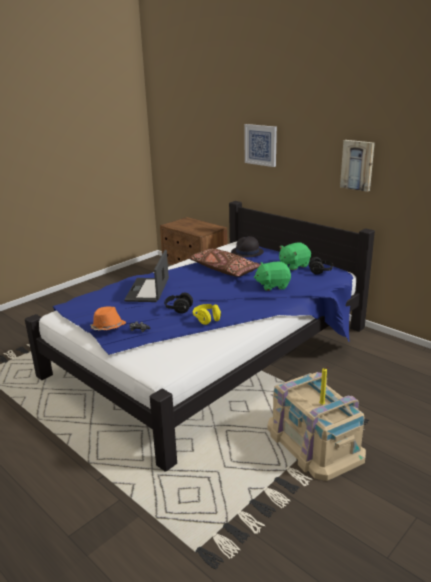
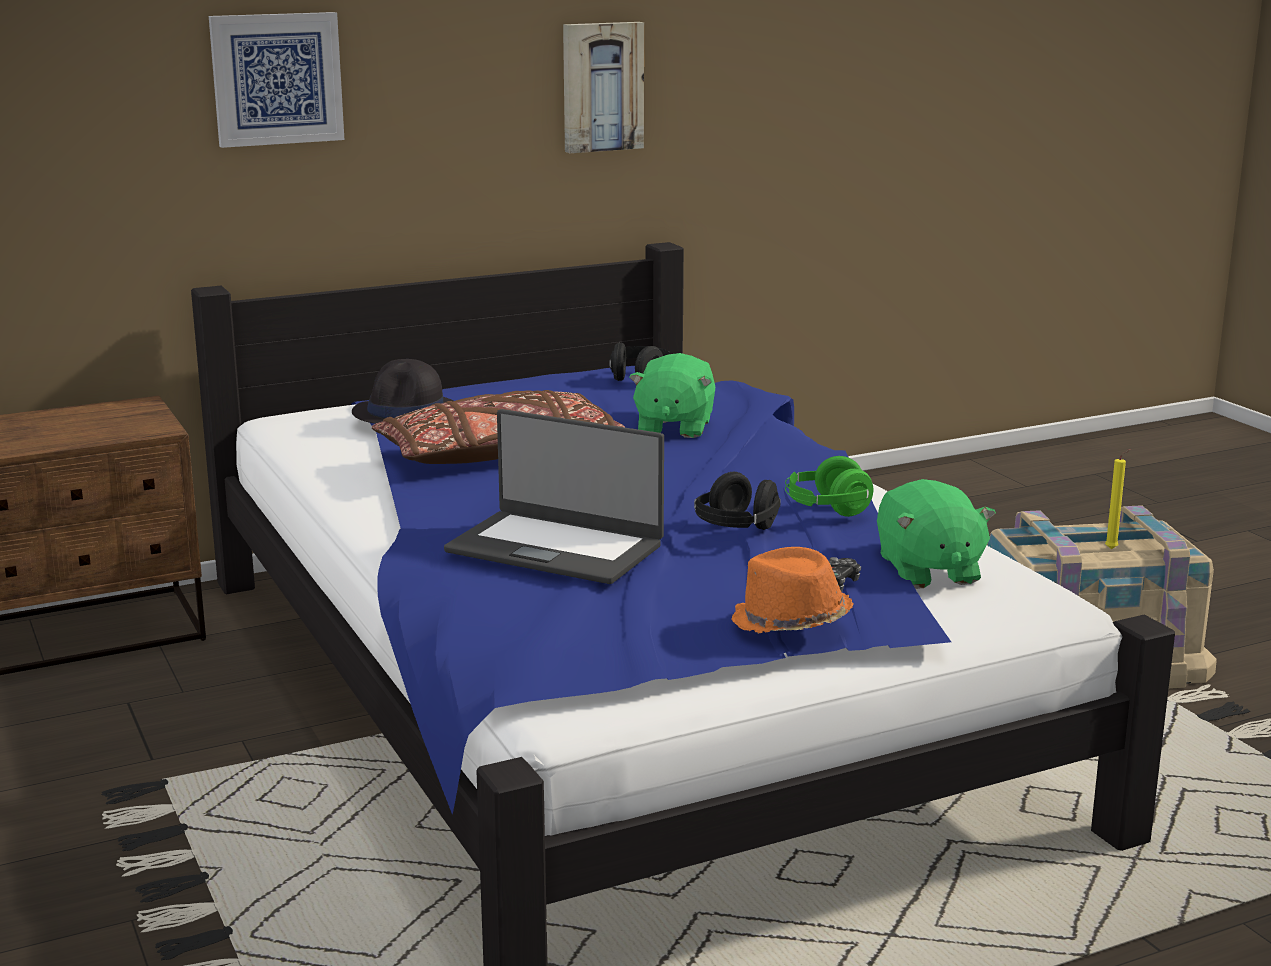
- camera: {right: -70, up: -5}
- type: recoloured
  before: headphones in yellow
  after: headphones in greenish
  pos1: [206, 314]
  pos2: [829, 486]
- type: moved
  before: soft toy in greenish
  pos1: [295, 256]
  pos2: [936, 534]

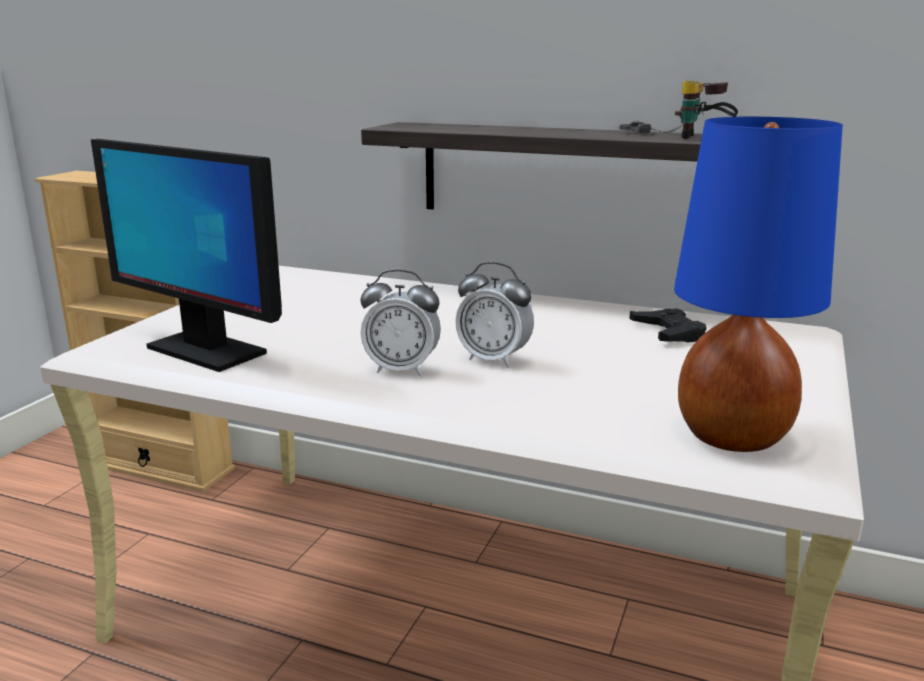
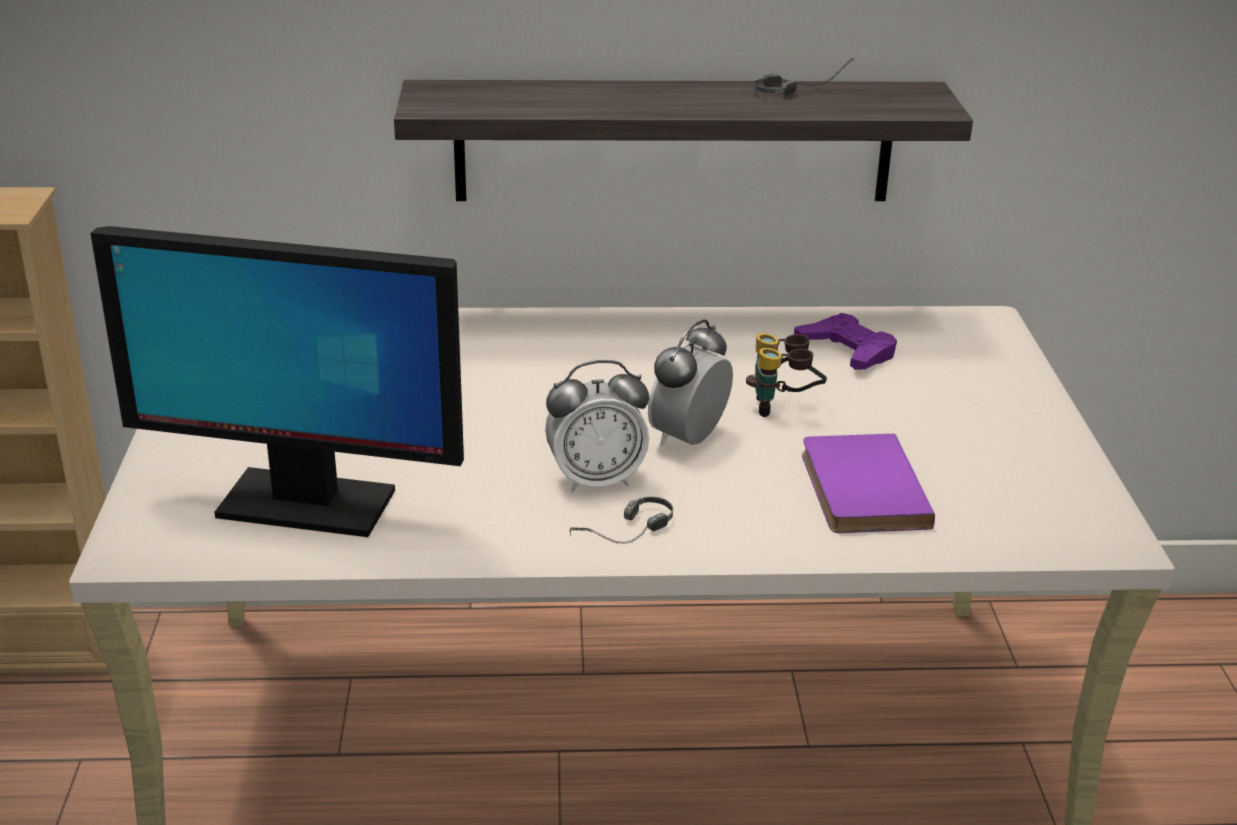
- camera: {right: -25, up: 10}
- type: turned
  before: bedside clock
  pos1: [494, 314]
  pos2: [690, 382]
  turn: 120
- type: recoloured
  before: gamepad in black
  after: gamepad in purplish
  pos1: [667, 325]
  pos2: [845, 341]
- type: removed
  before: lamp for a table in blue-coloured
  pos1: [758, 284]
- type: moved
  before: binoculars
  pos1: [706, 109]
  pos2: [786, 375]
- type: added
  after: headphones
  pos2: [621, 520]
- type: added
  after: book in purplish
  pos2: [868, 483]

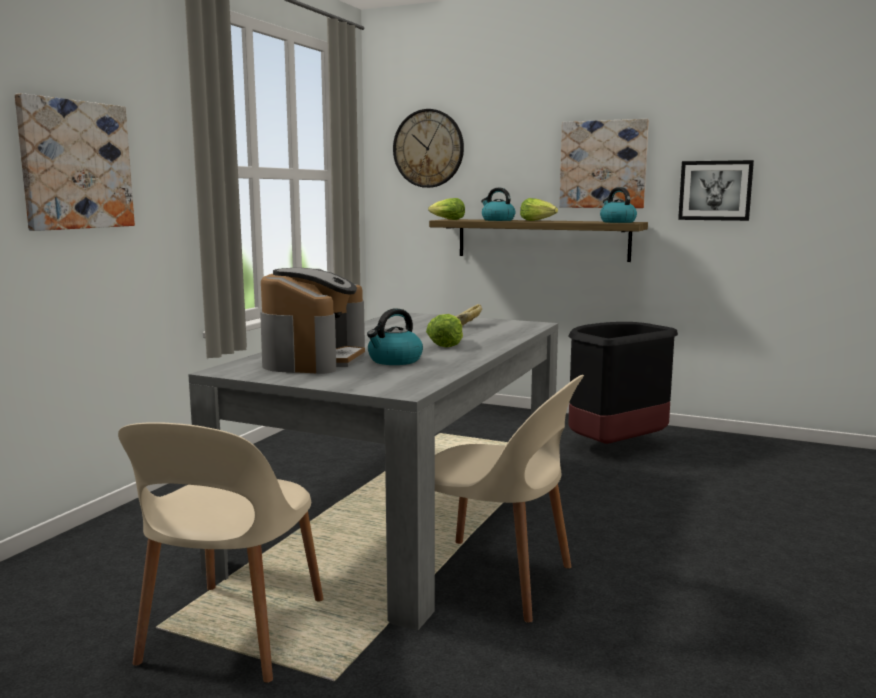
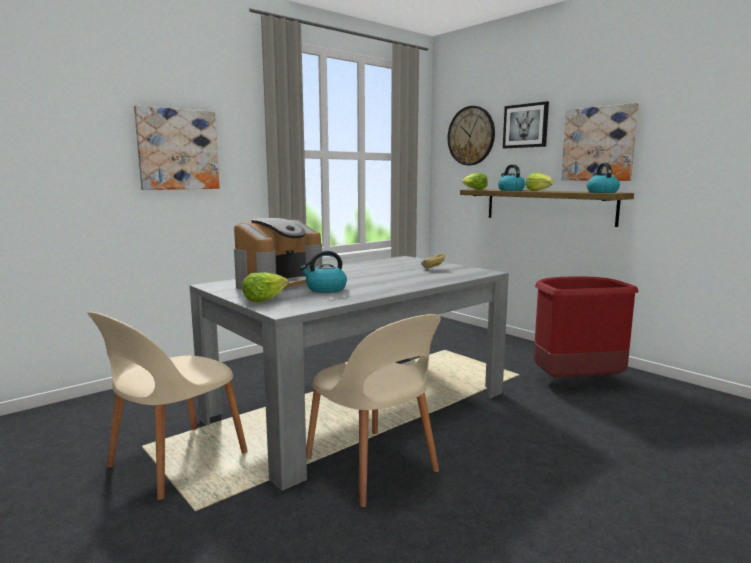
- camera: {right: 25, up: 0}
- type: moved
  before: head of lettuce
  pos1: [444, 330]
  pos2: [265, 287]
- type: recoloured
  before: rubbish bin in black
  after: rubbish bin in reddish
  pos1: [623, 383]
  pos2: [586, 327]
- type: moved
  before: wall picture
  pos1: [716, 190]
  pos2: [526, 124]

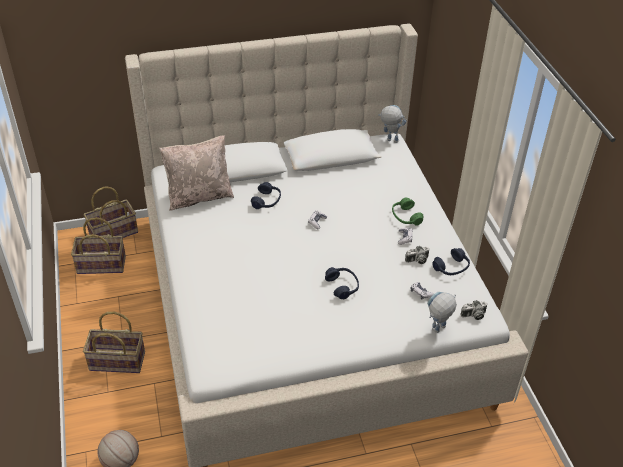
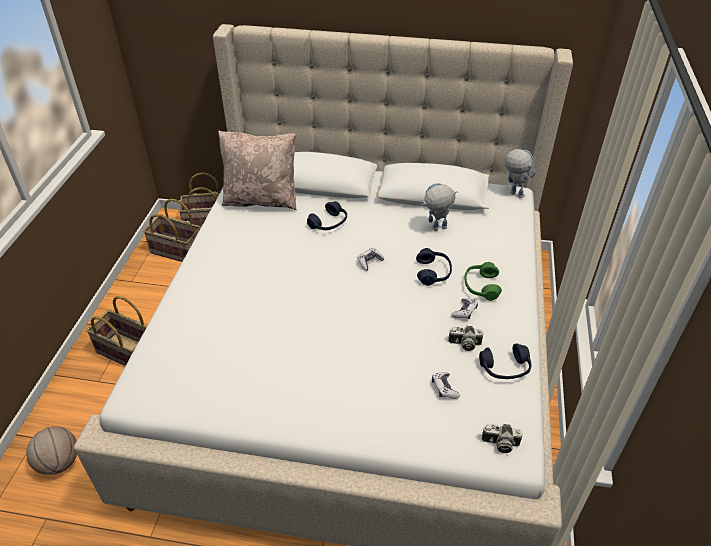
- camera: {right: 25, up: 0}
- type: moved
  before: headphones in blue-coloured
  pos1: [342, 283]
  pos2: [434, 267]
- type: moved
  before: toy robot
  pos1: [442, 312]
  pos2: [439, 207]

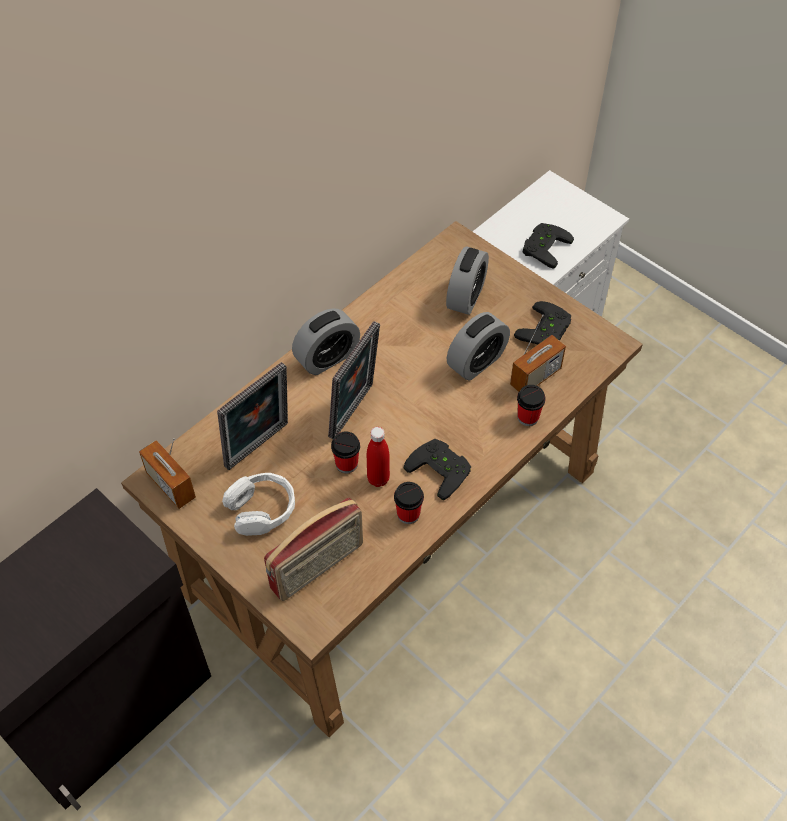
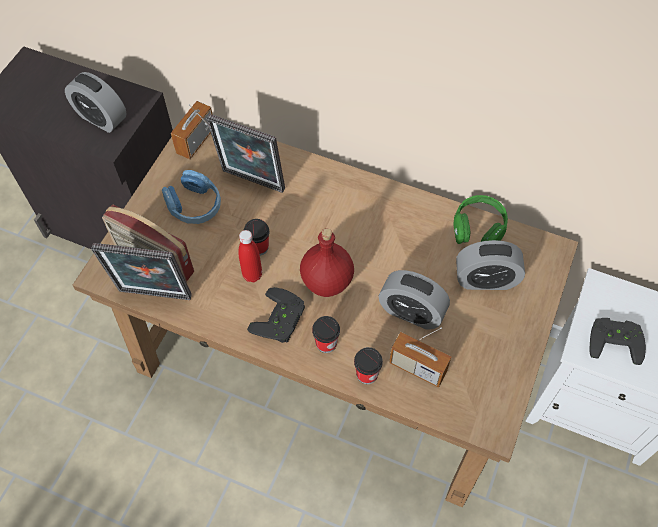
- camera: {right: 70, up: 5}
- type: recoloured
  before: headphones in white-coloured
  after: headphones in blue-coloured
  pos1: [258, 504]
  pos2: [191, 197]
- type: moved
  before: bedside clock
  pos1: [326, 341]
  pos2: [96, 102]
- type: moved
  before: photo frame
  pos1: [354, 380]
  pos2: [141, 271]
- type: moved
  before: small cup
  pos1: [409, 503]
  pos2: [326, 334]
- type: removed
  before: gamepad in black
  pos1: [542, 323]
- type: added
  after: bottle in reddish
  pos2: [327, 262]
- type: added
  after: headphones in greenish
  pos2: [480, 219]

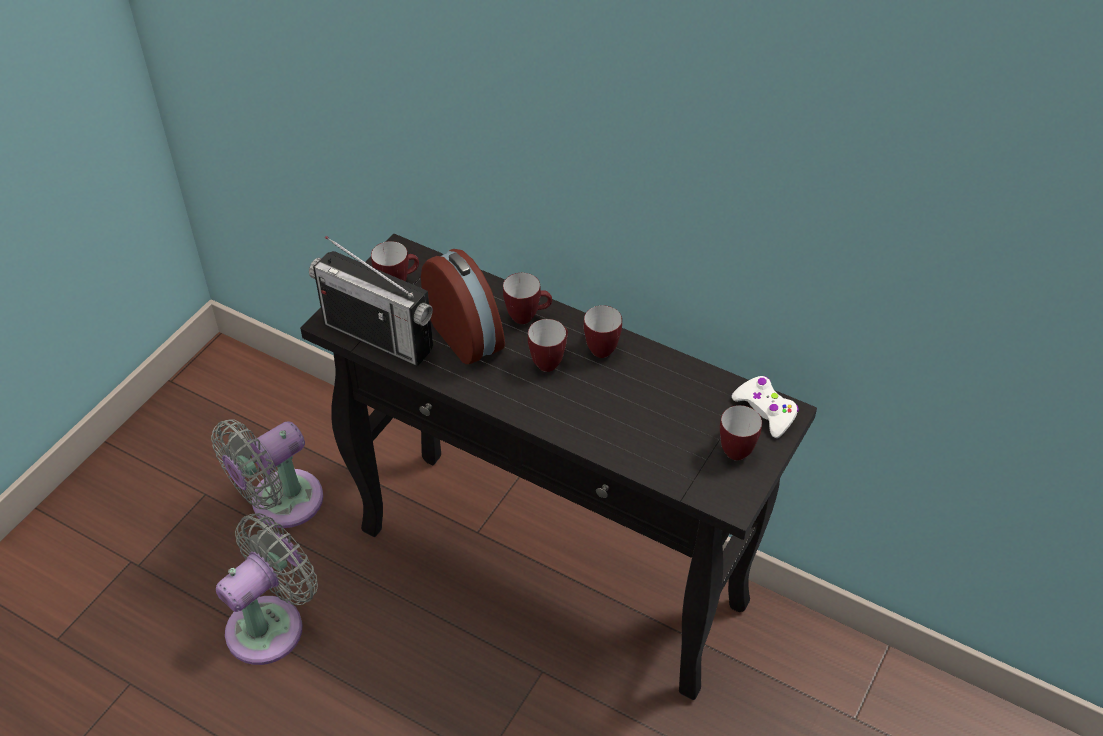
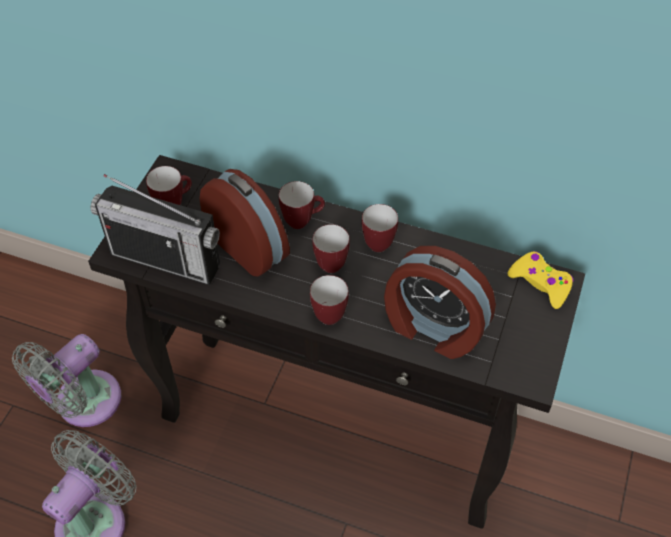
- camera: {right: -10, up: 5}
- type: moved
  before: mug
  pos1: [741, 432]
  pos2: [329, 300]
- type: recoloured
  before: gamepad in white-coloured
  after: gamepad in yellow
  pos1: [765, 407]
  pos2: [540, 280]
- type: added
  after: bedside clock
  pos2: [440, 302]

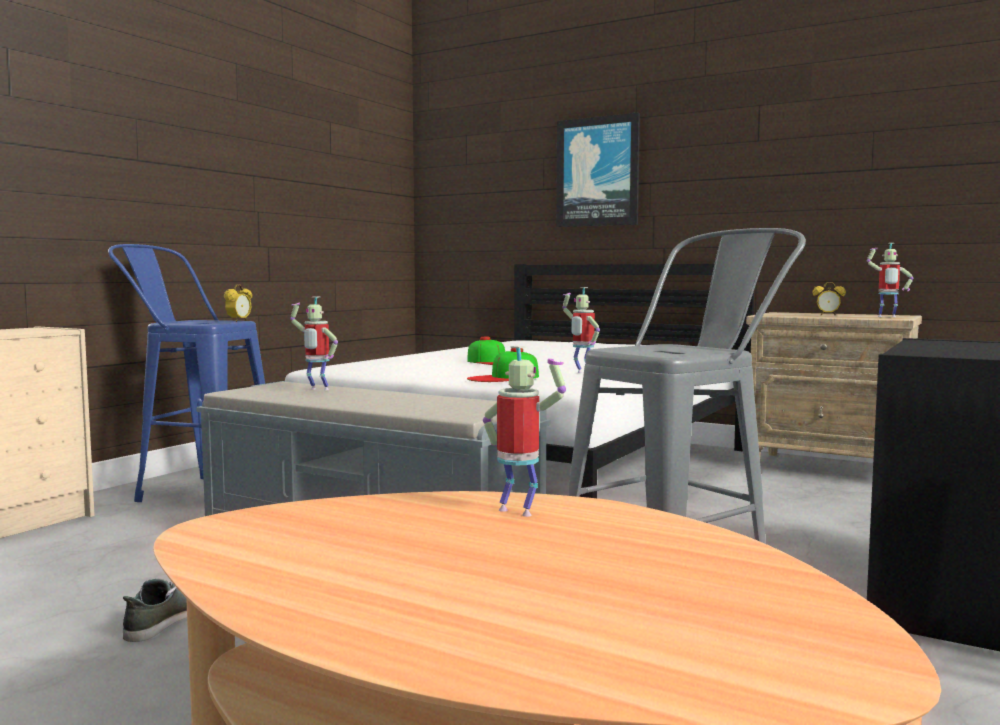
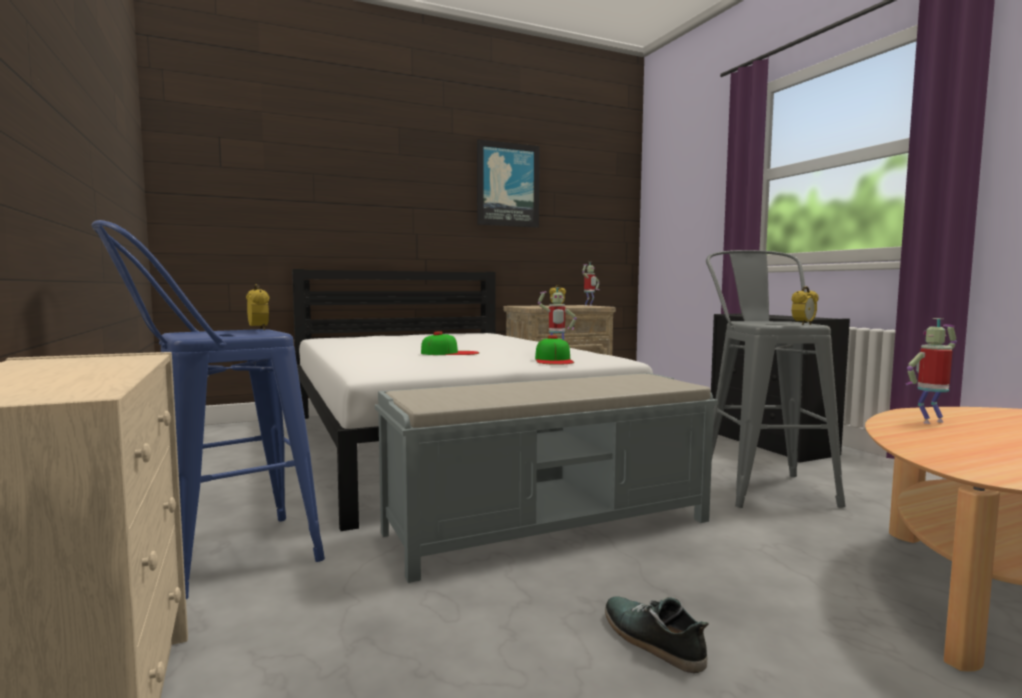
- camera: {right: -55, up: 0}
- type: removed
  before: toy robot
  pos1: [314, 343]
- type: moved
  before: wall picture
  pos1: [598, 169]
  pos2: [508, 183]
- type: added
  after: bedside clock
  pos2: [804, 305]

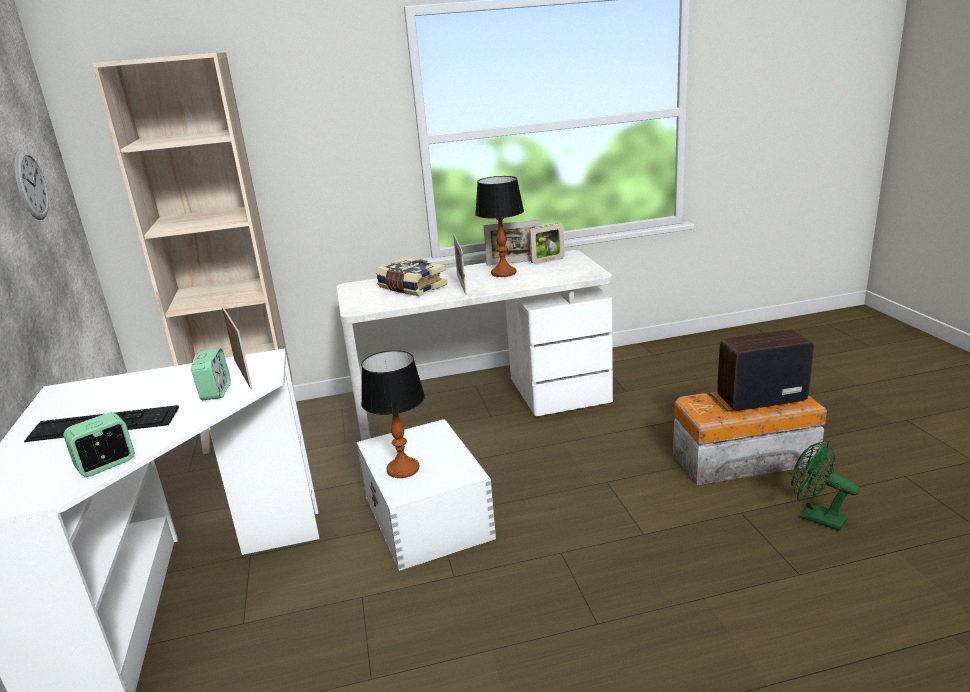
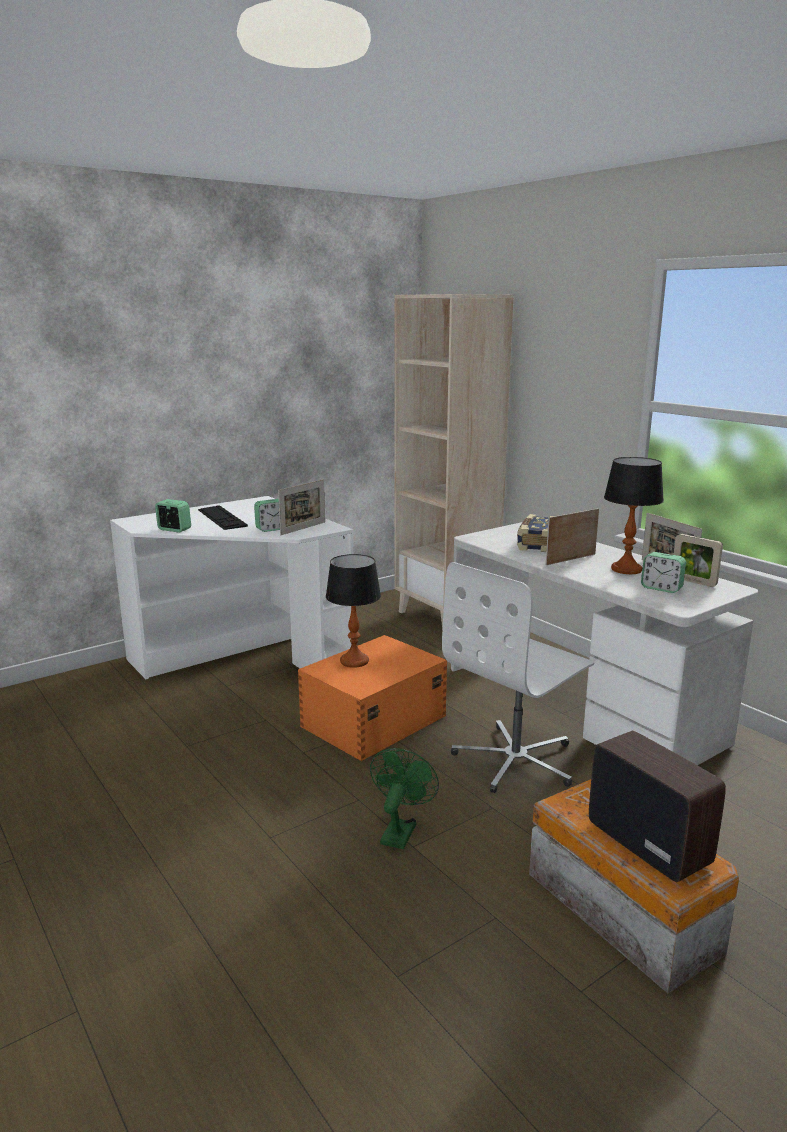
- camera: {right: 65, up: -5}
- type: removed
  before: hanging clock
  pos1: [32, 185]
- type: recoloured
  before: storage bin in white-coloured
  after: storage bin in orange-coloured
  pos1: [426, 495]
  pos2: [372, 698]
- type: moved
  before: cooling fan in greenish
  pos1: [826, 485]
  pos2: [404, 798]
- type: added
  after: desk chair in white-coloured
  pos2: [518, 677]
- type: added
  after: bedside clock
  pos2: [663, 572]

